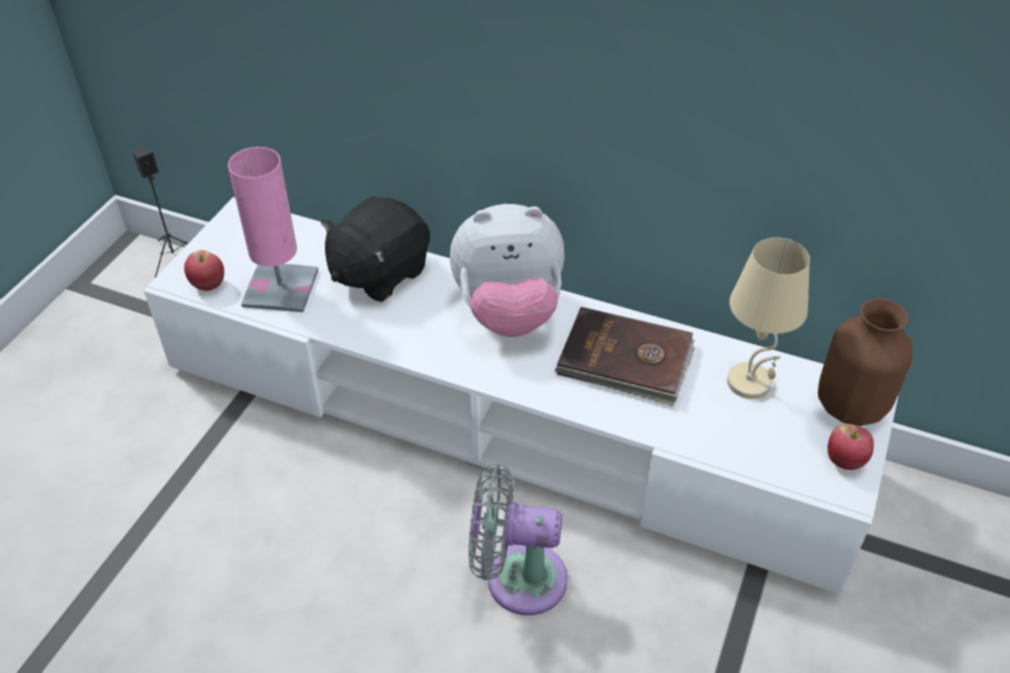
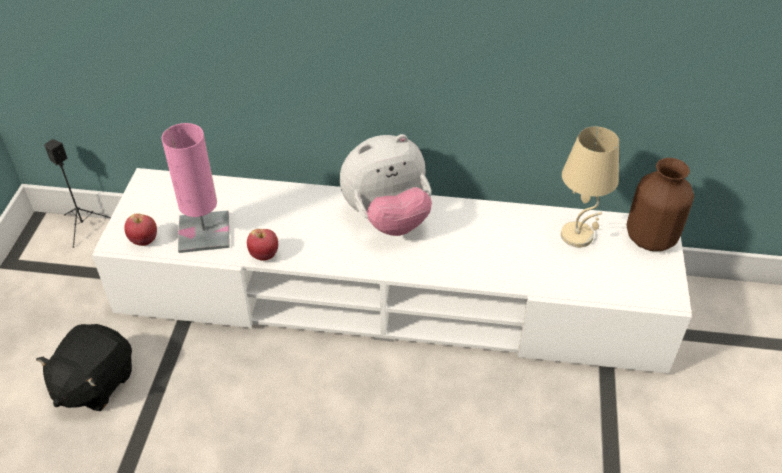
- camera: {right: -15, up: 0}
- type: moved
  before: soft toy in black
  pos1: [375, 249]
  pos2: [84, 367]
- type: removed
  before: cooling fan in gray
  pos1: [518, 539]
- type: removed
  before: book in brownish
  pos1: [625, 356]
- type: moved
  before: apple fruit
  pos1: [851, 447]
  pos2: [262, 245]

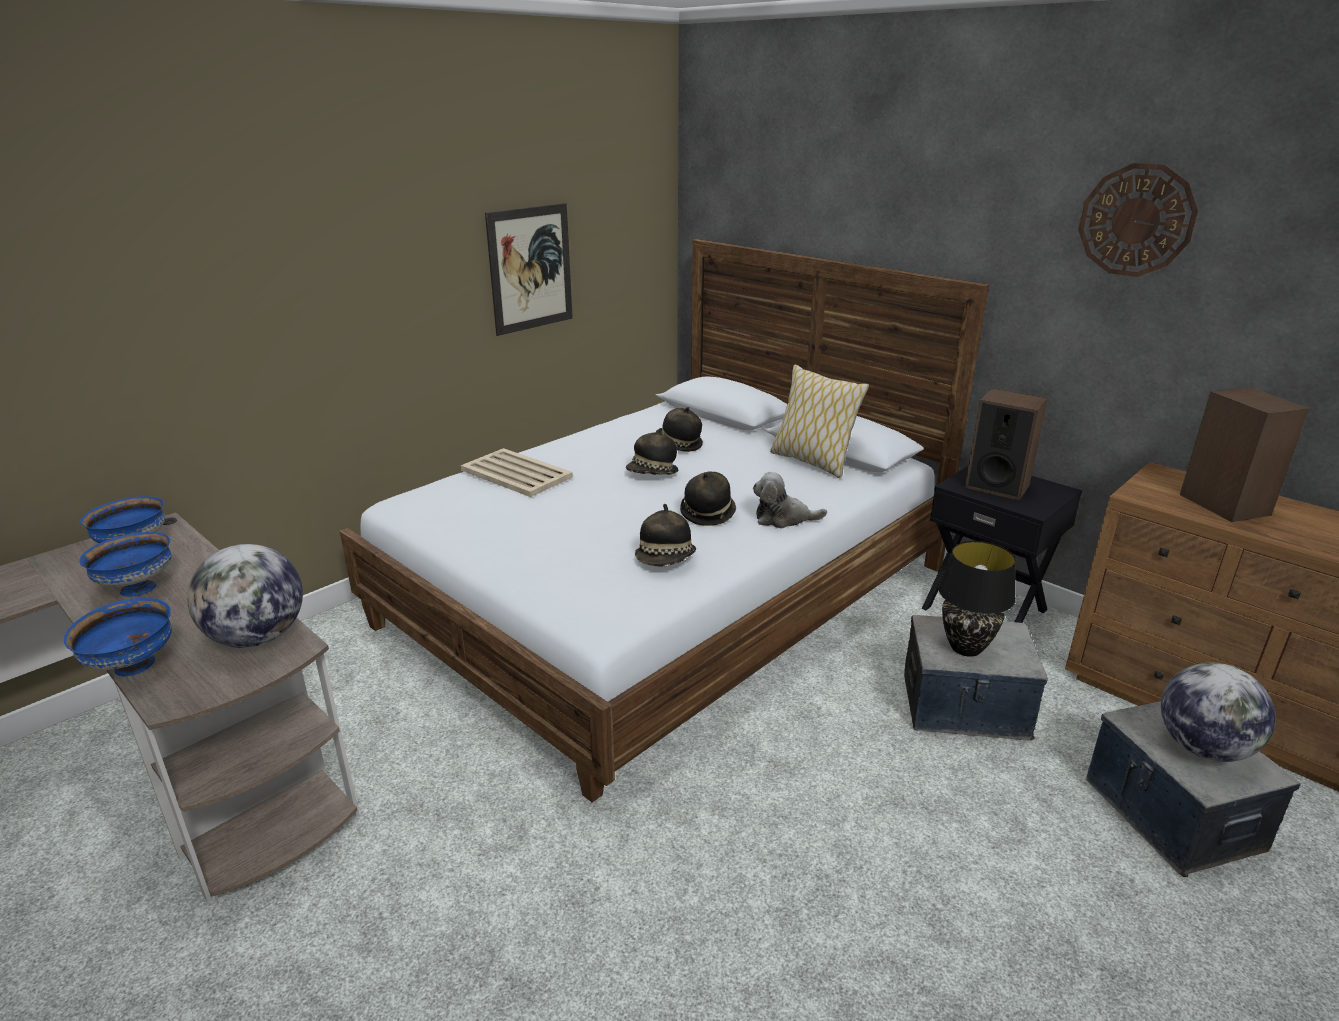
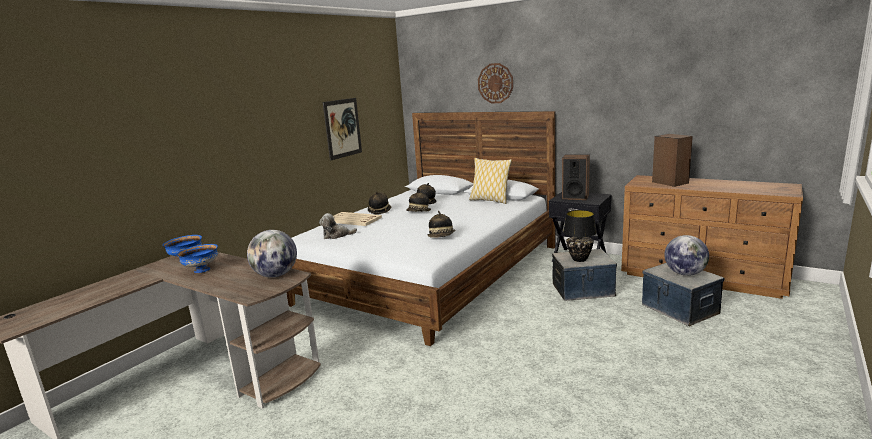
- camera: {right: -10, up: -10}
- type: removed
  before: bowl in blue-coloured
  pos1: [118, 637]
- type: moved
  before: hat
  pos1: [708, 499]
  pos2: [379, 203]
- type: moved
  before: soft toy
  pos1: [790, 500]
  pos2: [338, 226]
- type: moved
  before: hanging clock
  pos1: [1138, 220]
  pos2: [495, 83]

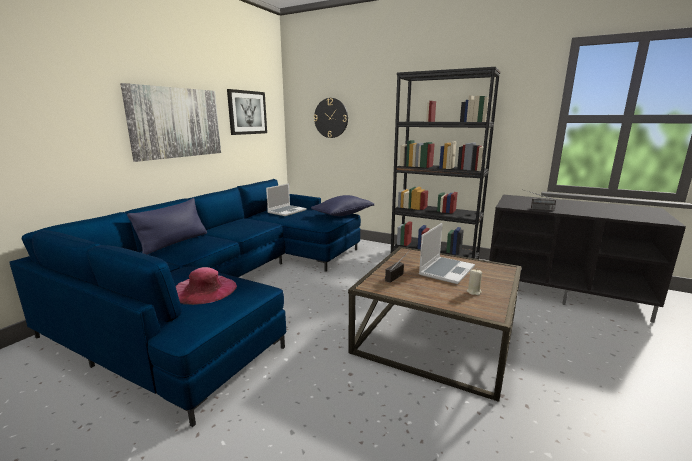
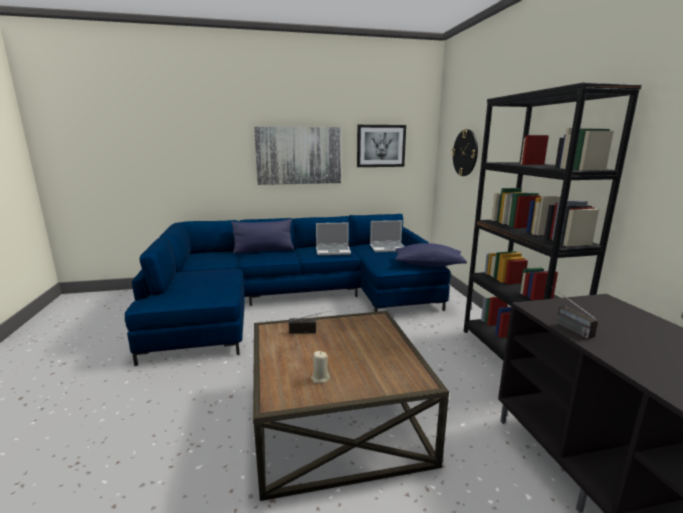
- camera: {right: 50, up: 0}
- type: removed
  before: hat in pink
  pos1: [206, 286]
- type: moved
  before: laptop
  pos1: [447, 253]
  pos2: [333, 239]

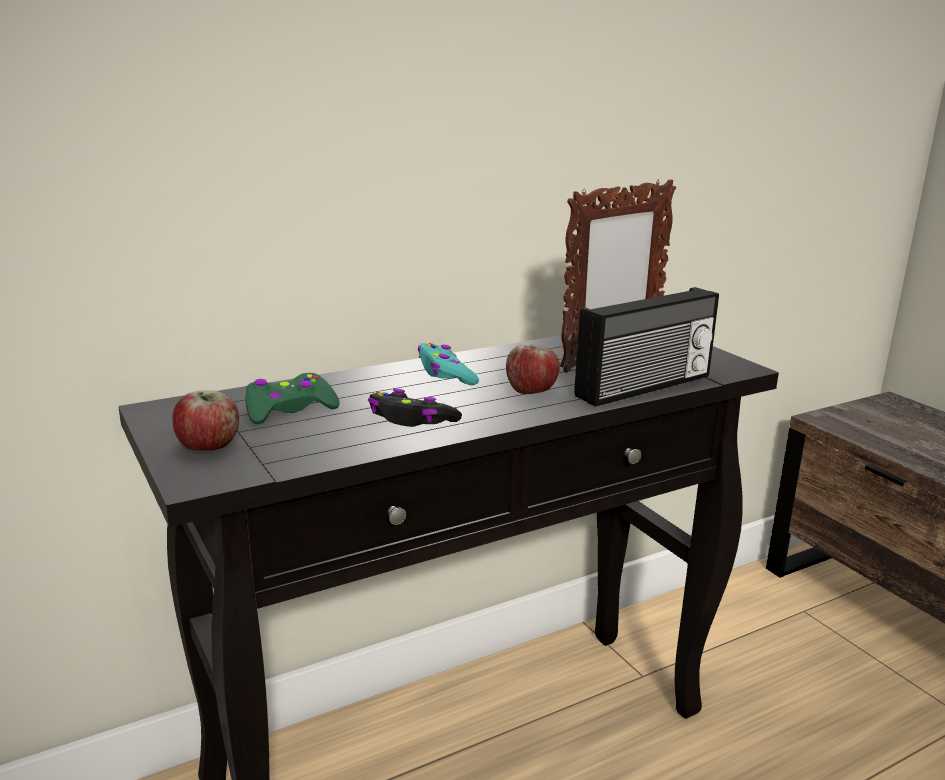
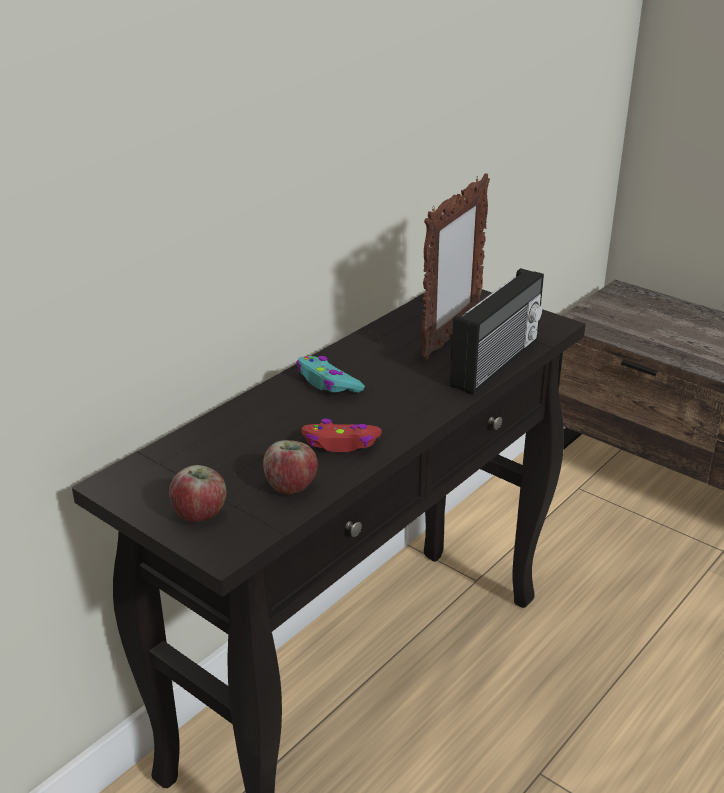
- camera: {right: -20, up: 10}
- type: removed
  before: gamepad in greenish
  pos1: [292, 398]
- type: recoloured
  before: gamepad in black
  after: gamepad in reddish
  pos1: [415, 408]
  pos2: [341, 435]
- type: moved
  before: apple fruit
  pos1: [533, 369]
  pos2: [290, 467]

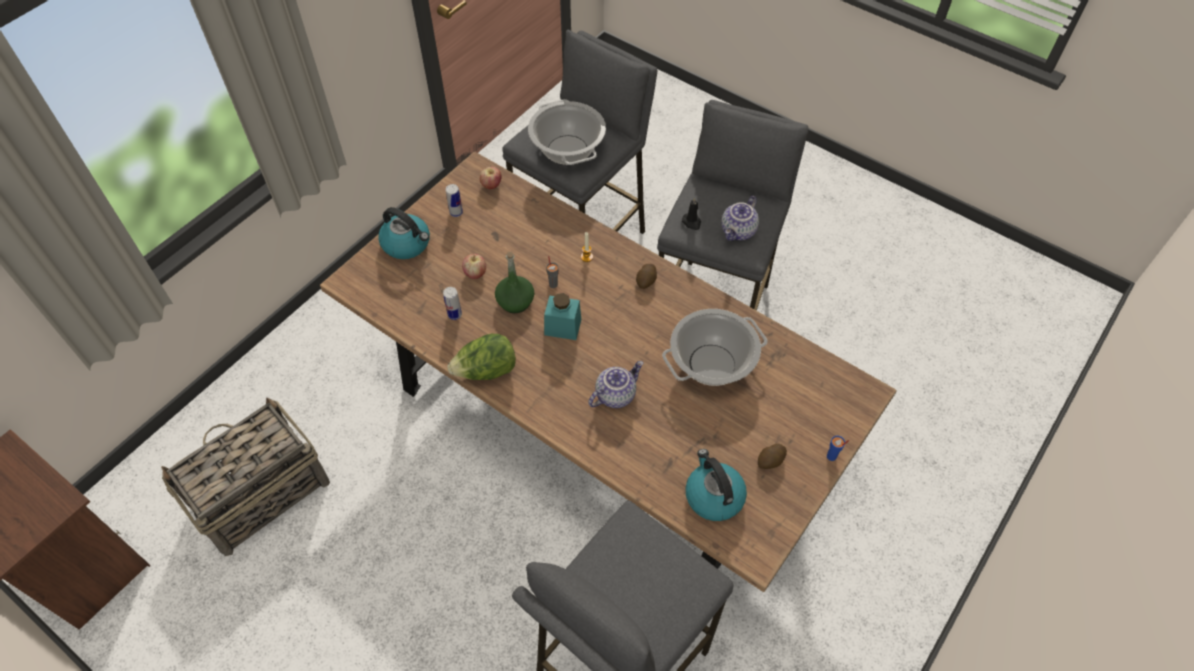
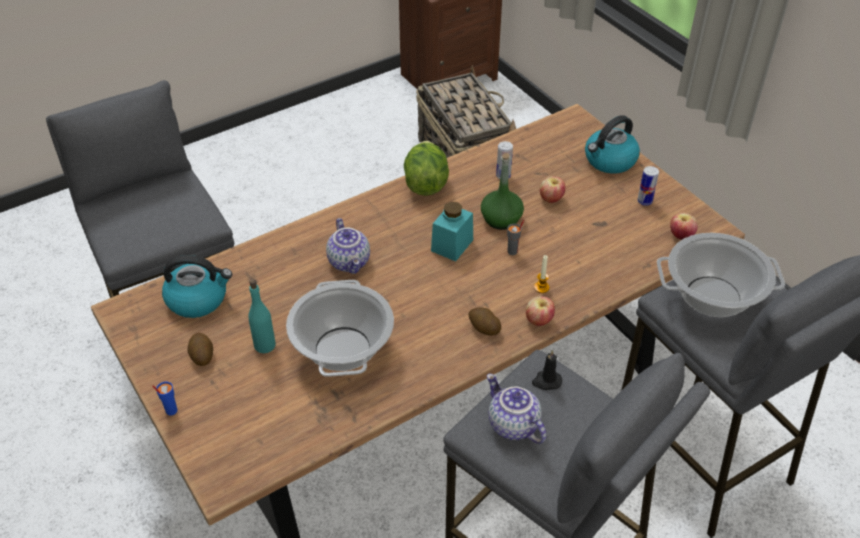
- camera: {right: 110, up: -10}
- type: added
  after: bottle in blue-green
  pos2: [262, 316]
- type: added
  after: apple fruit
  pos2: [540, 311]

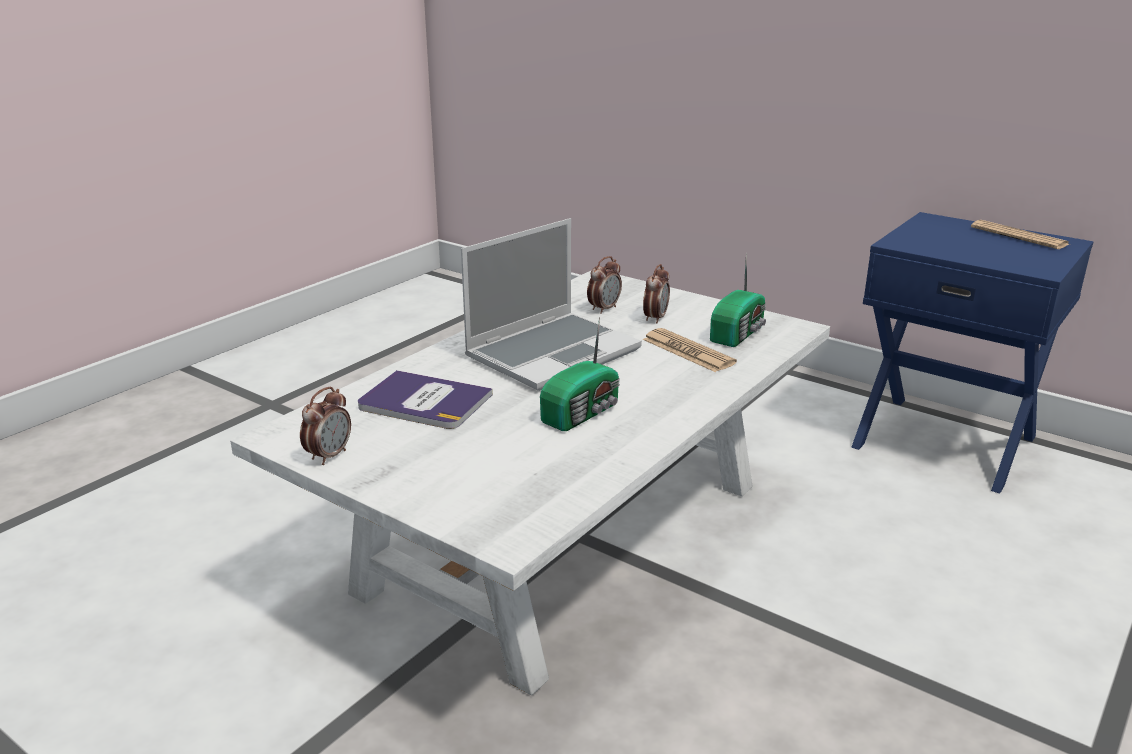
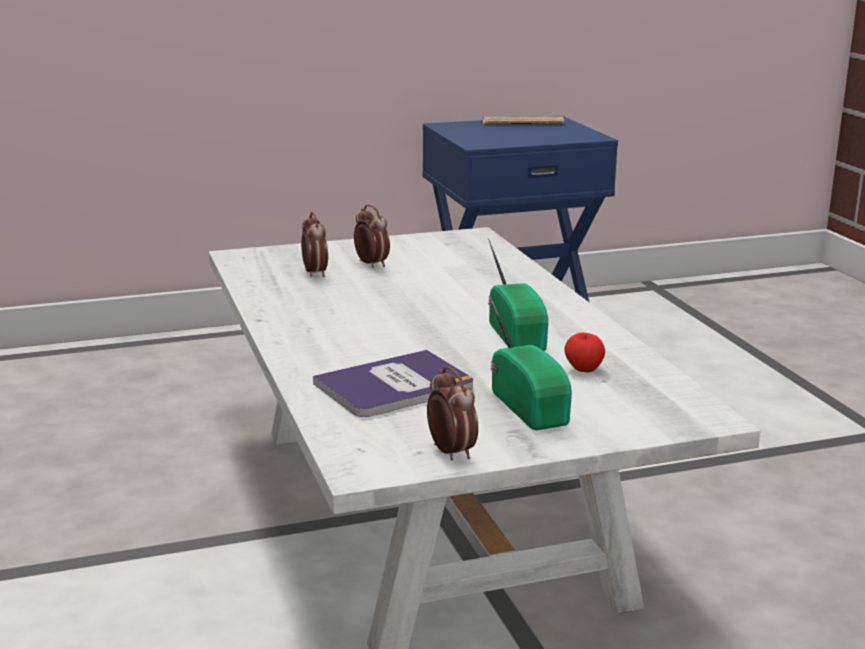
- camera: {right: -55, up: -5}
- type: removed
  before: laptop
  pos1: [551, 304]
- type: removed
  before: newspaper
  pos1: [690, 350]
- type: moved
  before: radio set
  pos1: [738, 299]
  pos2: [530, 362]
- type: added
  after: apple fruit
  pos2: [584, 352]

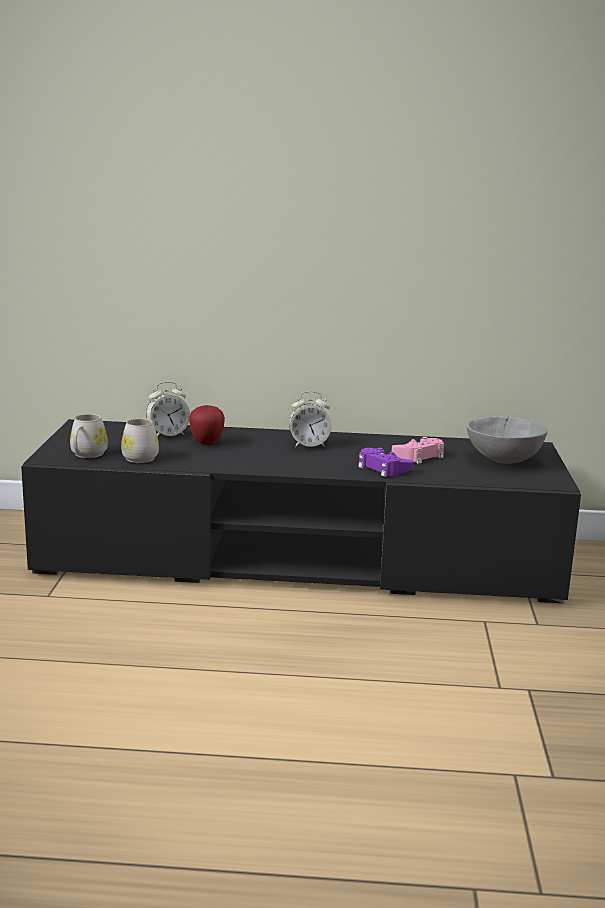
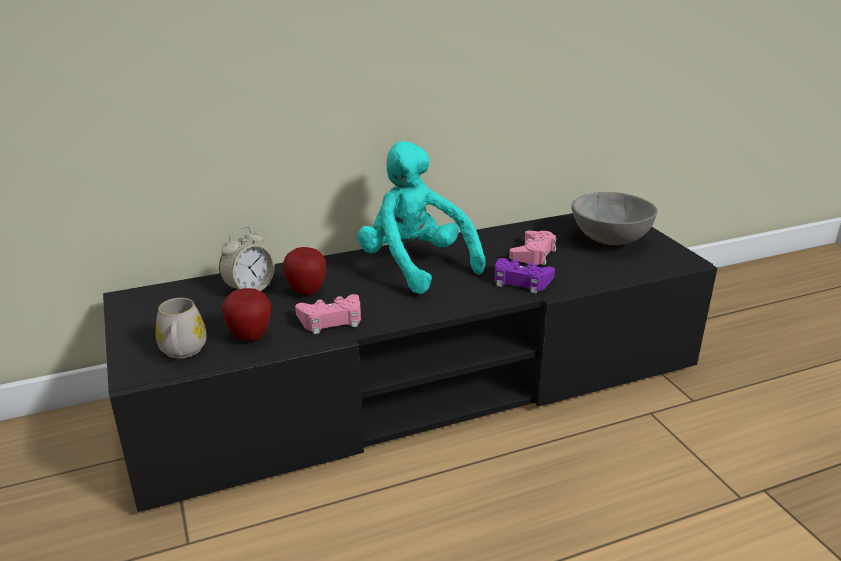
- camera: {right: -25, up: 10}
- type: replaced
  before: mug in white-coloured
  after: apple fruit
  pos1: [140, 440]
  pos2: [246, 314]
- type: replaced
  before: bedside clock
  after: soft toy in blue-green
  pos1: [310, 419]
  pos2: [421, 217]
- type: added
  after: gamepad in pink
  pos2: [328, 314]

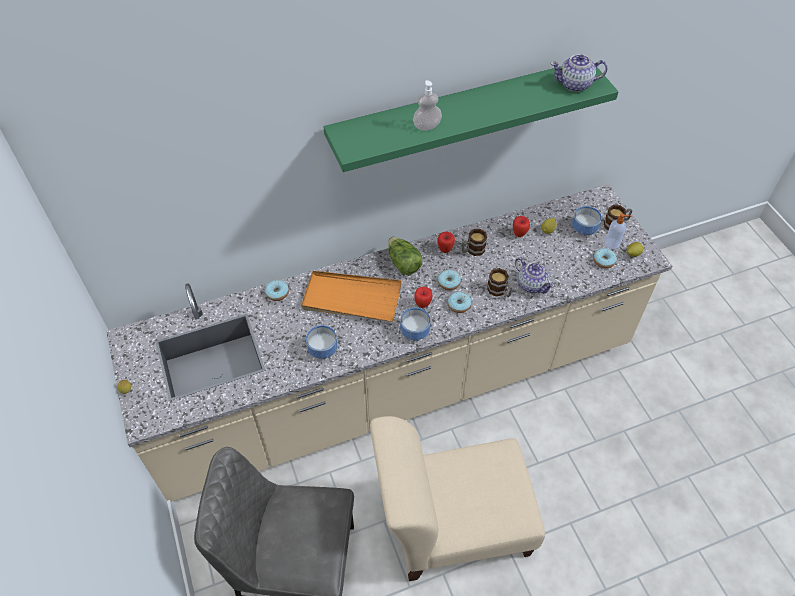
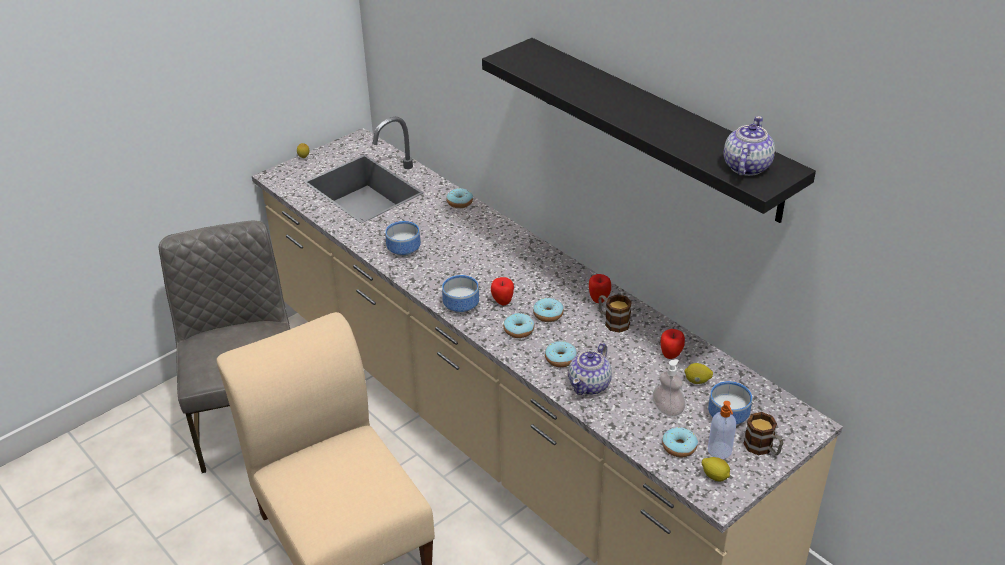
- camera: {right: 70, up: -15}
- type: removed
  before: tray in orange-coloured
  pos1: [351, 296]
- type: recoloured
  before: bracket shelf in greenish
  after: bracket shelf in black
  pos1: [471, 119]
  pos2: [649, 130]
- type: removed
  before: head of lettuce
  pos1: [405, 256]
- type: moved
  before: soap bottle
  pos1: [427, 105]
  pos2: [669, 387]
- type: replaced
  before: mug
  after: ring doughnut
  pos1: [499, 282]
  pos2: [561, 354]
- type: turned
  before: pot for tea
  pos1: [579, 73]
  pos2: [749, 146]
  turn: 45

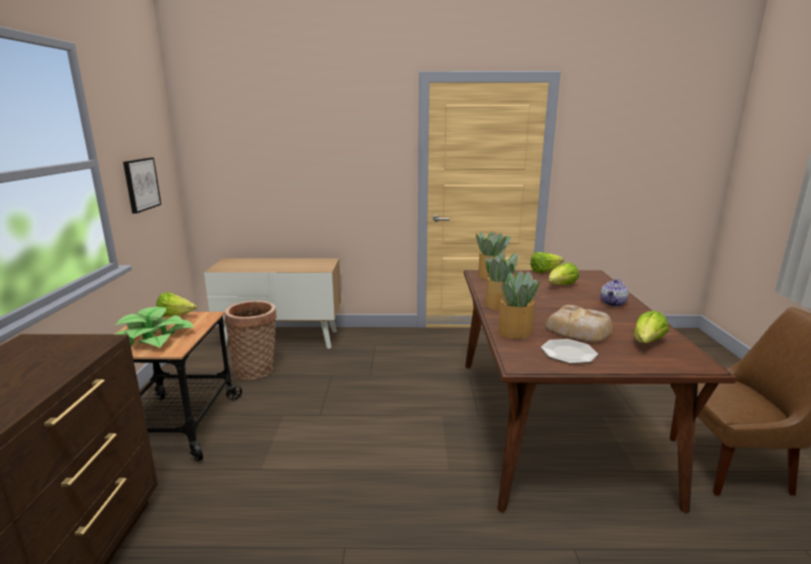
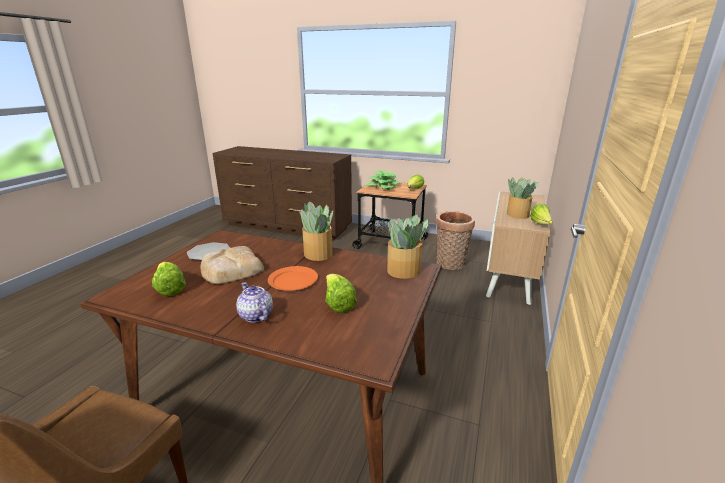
- camera: {right: 110, up: 5}
- type: removed
  before: wall picture
  pos1: [142, 186]
- type: moved
  before: potted plant
  pos1: [519, 304]
  pos2: [523, 198]
- type: moved
  before: head of lettuce
  pos1: [547, 262]
  pos2: [541, 214]
- type: added
  after: dinner plate in orange-coloured
  pos2: [293, 278]

